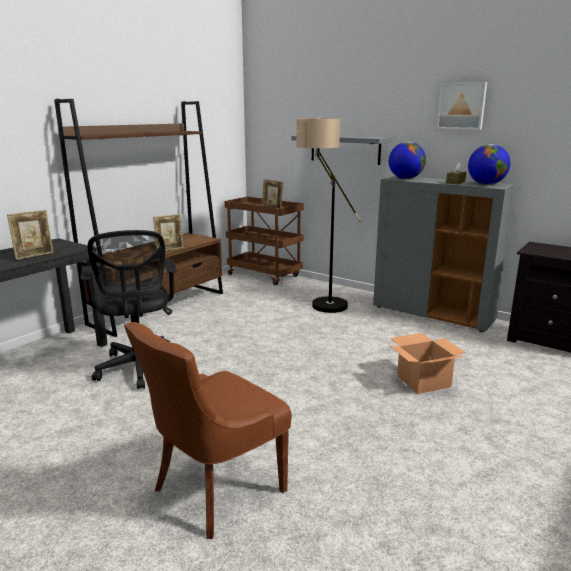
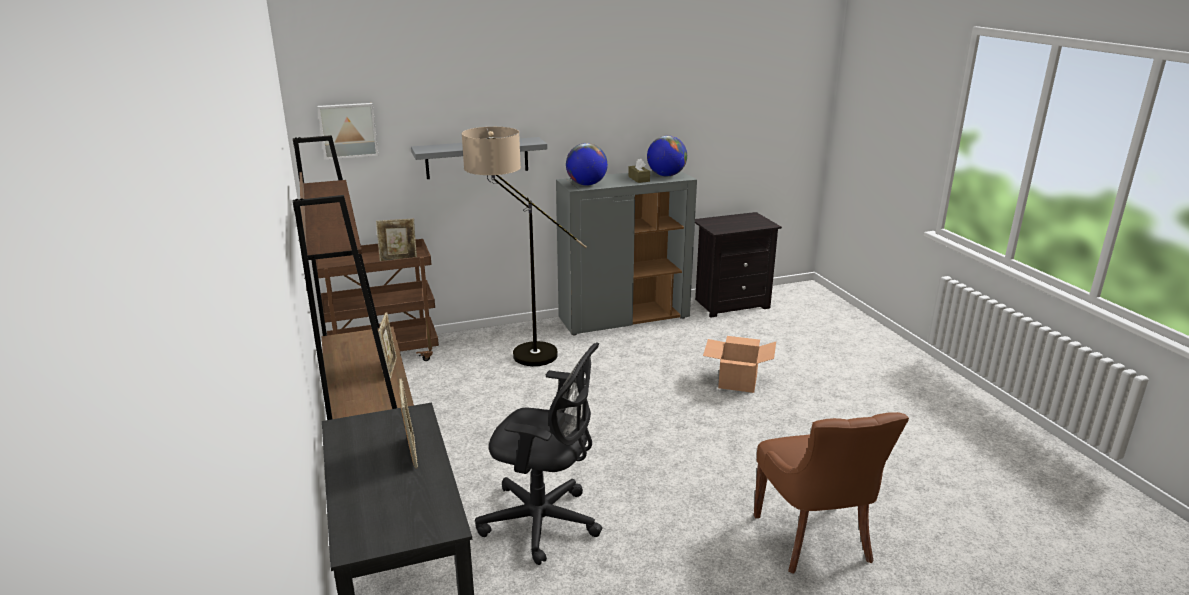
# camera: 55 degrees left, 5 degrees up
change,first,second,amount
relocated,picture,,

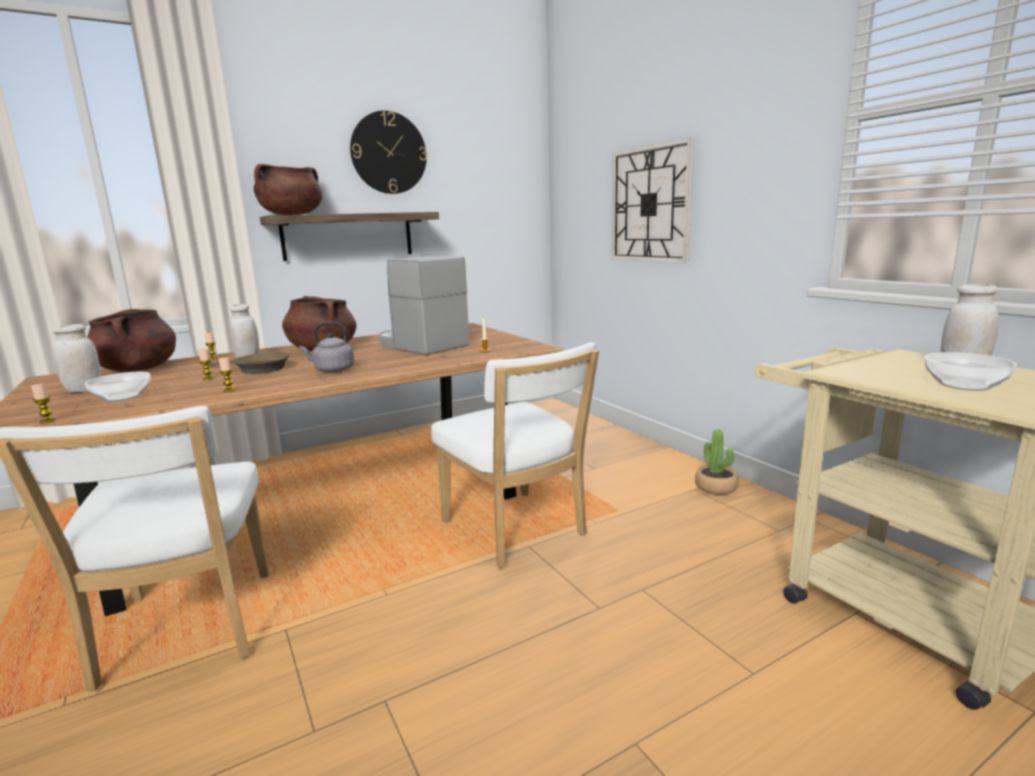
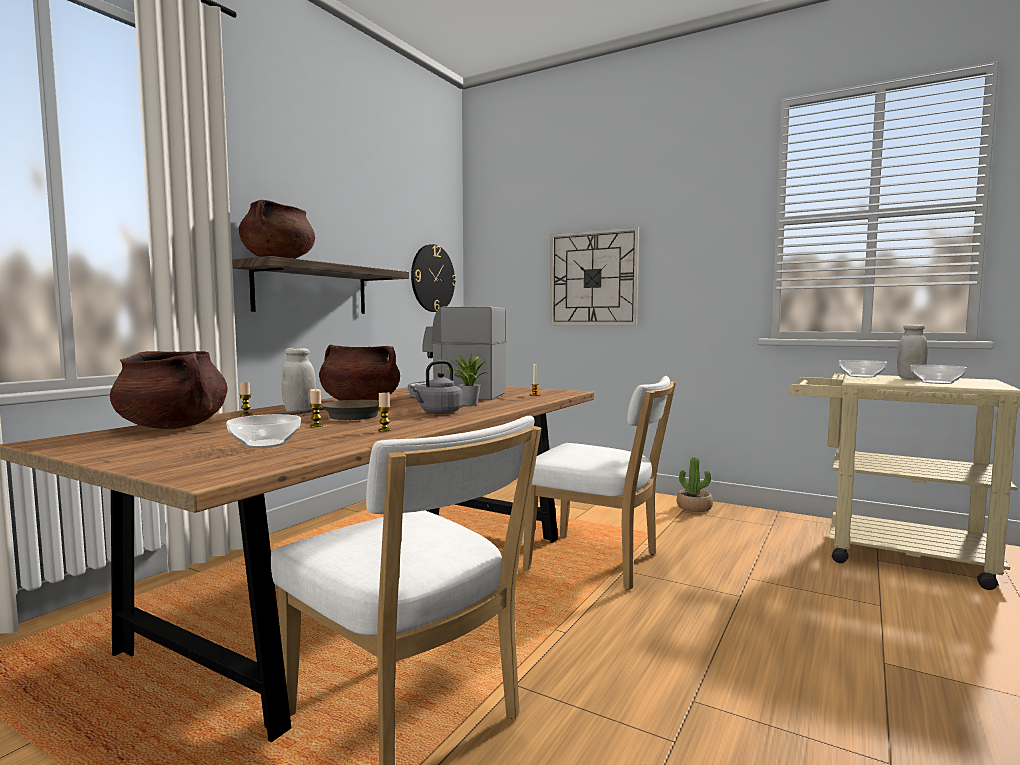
# camera: 30 degrees left, 10 degrees down
change,first,second,amount
missing,candle (no. 1 from left),,
missing,jar/white (no. 1 from left),,
relocated,wall clock (no. 1 from left),,
appeared,,potted plant (no. 1 from left),
appeared,,bowl (no. 2 from left),

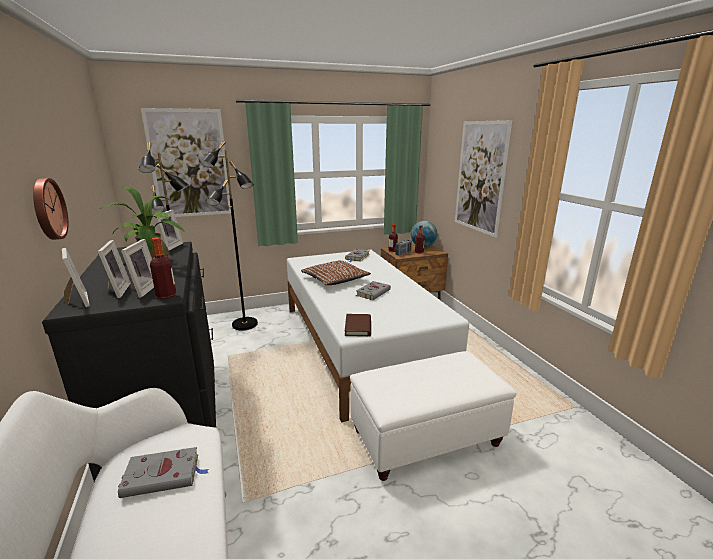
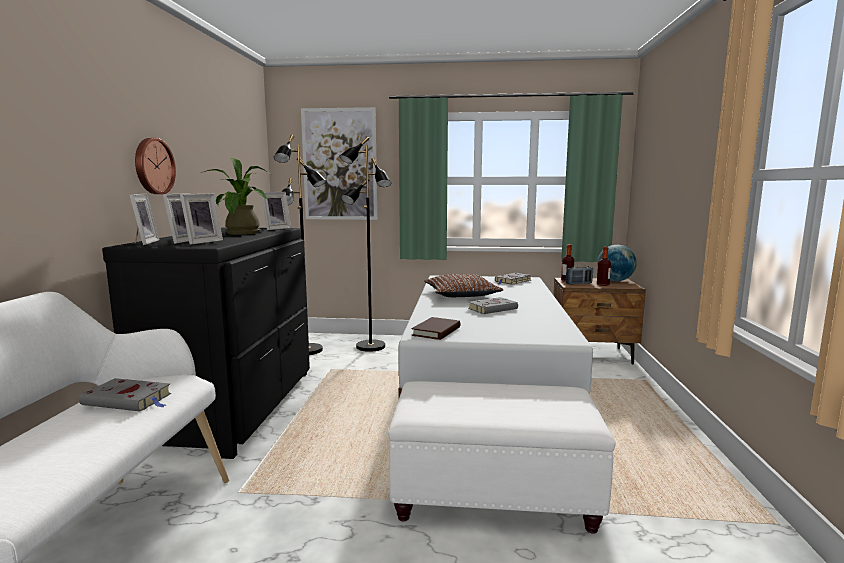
# camera: 25 degrees right, 10 degrees down
change,first,second,amount
missing,bottle (no. 1 from left),,
missing,picture (no. 2 from left),,

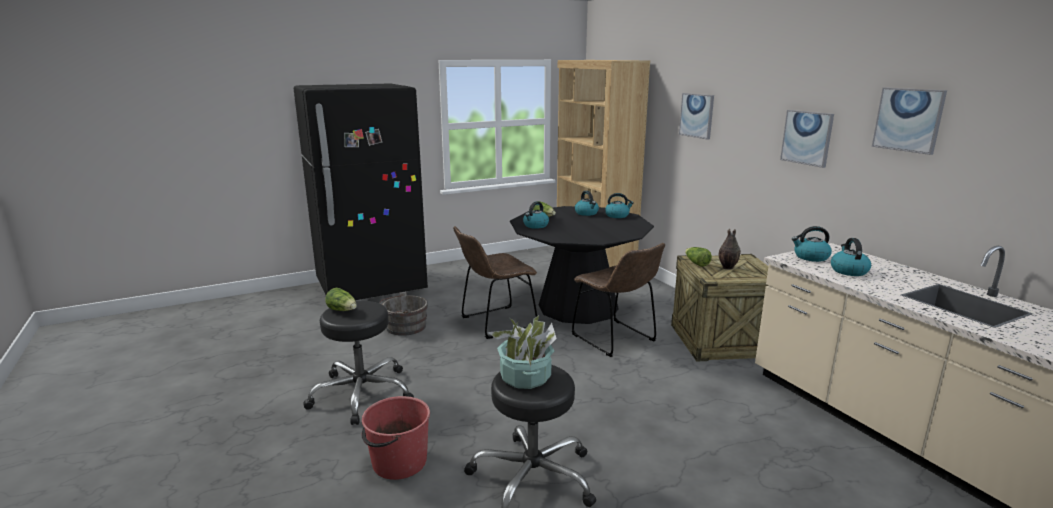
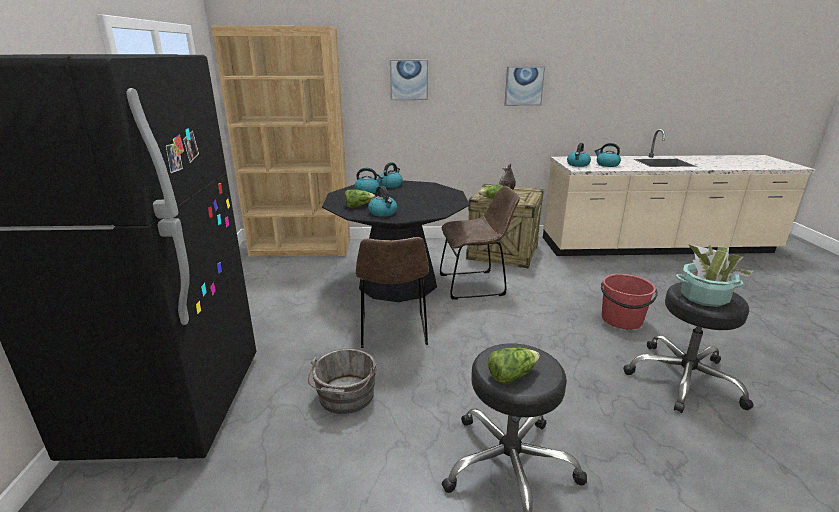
# camera: 65 degrees left, 5 degrees up
change,first,second,amount
relocated,bucket/red,,
missing,picture (no. 3 from left),,

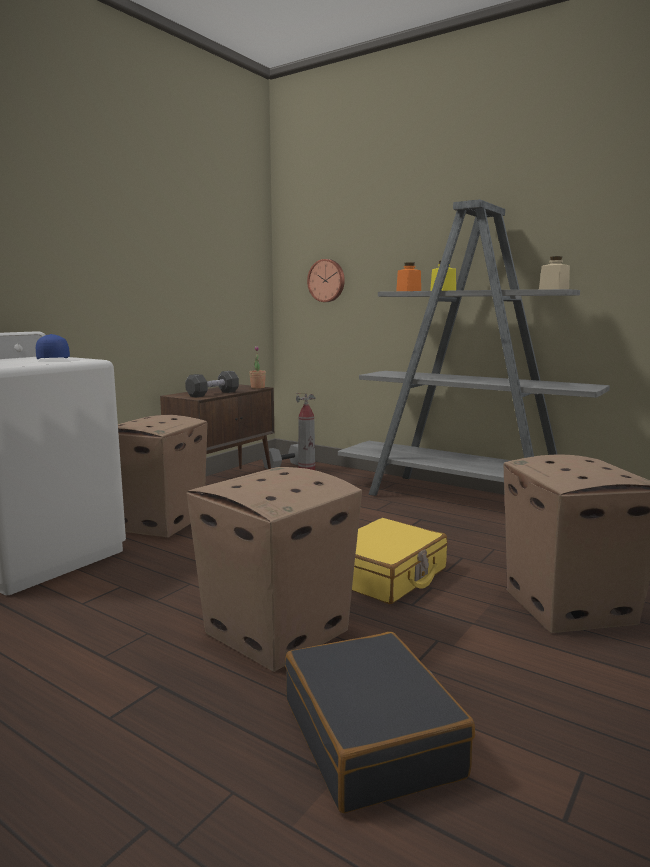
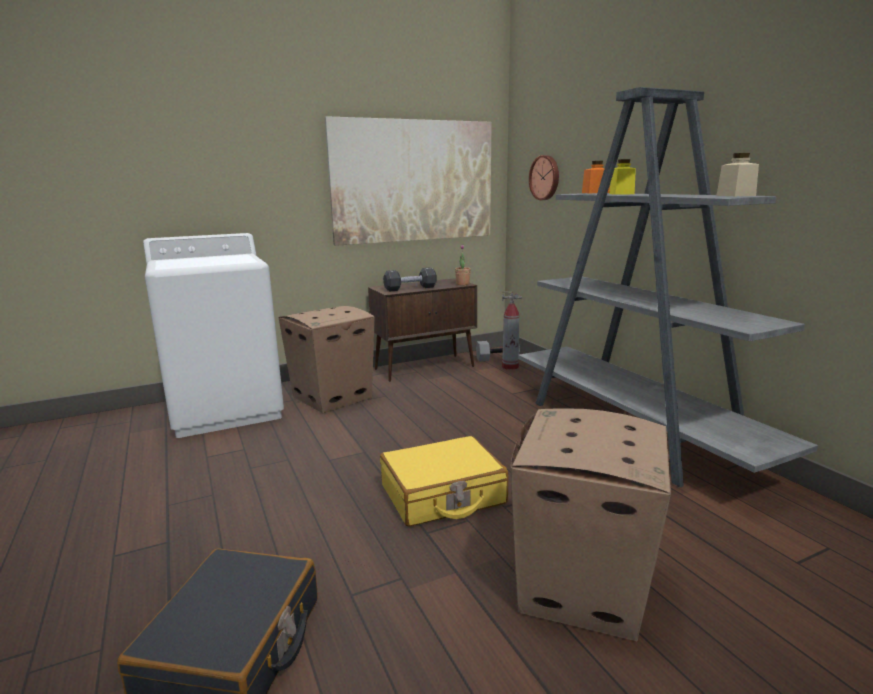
# camera: 30 degrees right, 5 degrees up
change,first,second,amount
missing,cap/blue,,
missing,cardboard box (no. 2 from left),,
appeared,,picture,

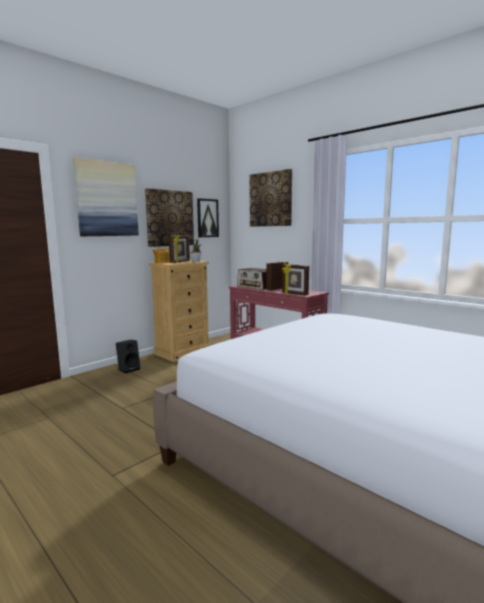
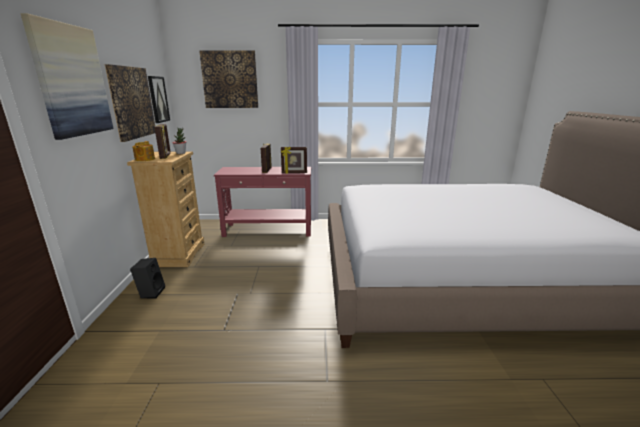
# camera: 45 degrees left, 10 degrees up
change,first,second,amount
missing,radio,,

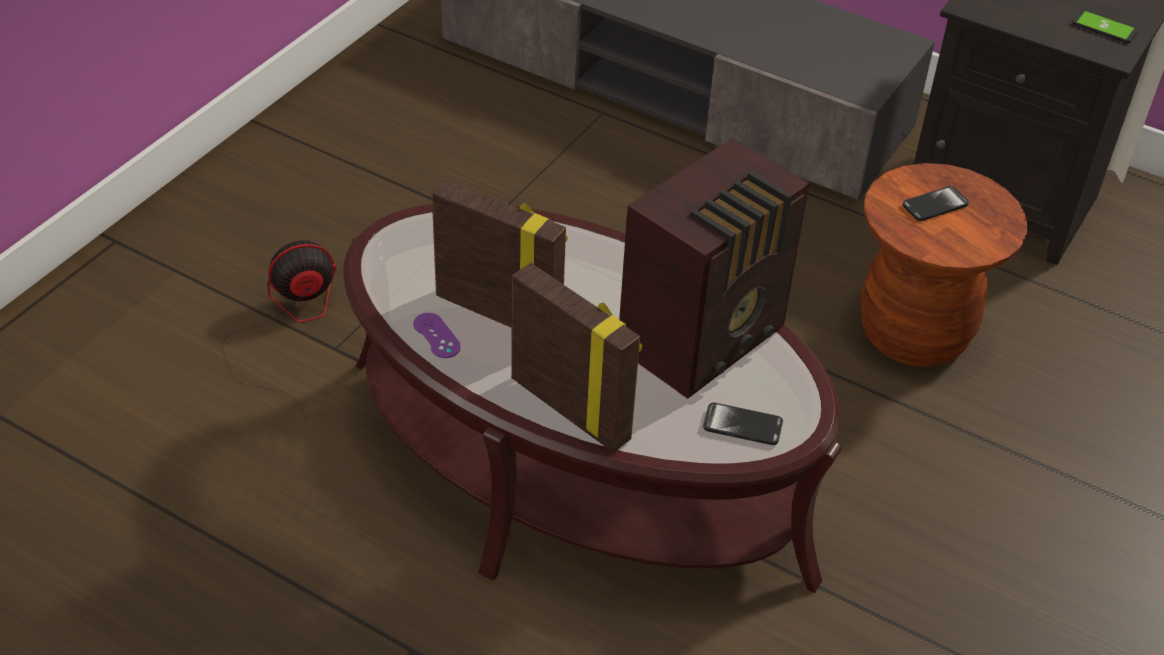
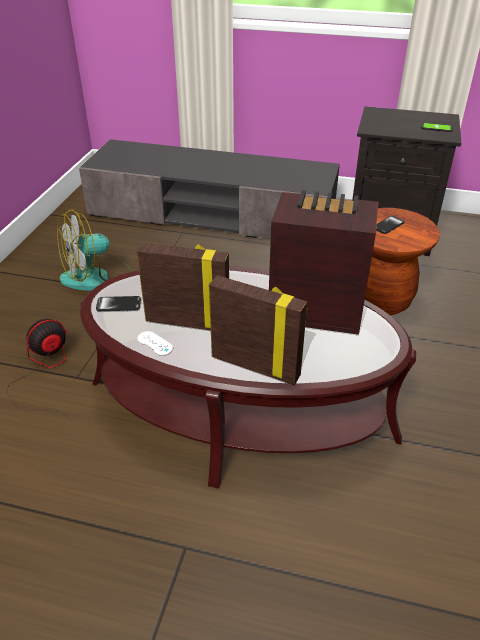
# camera: 15 degrees left, 5 degrees down
change,first,second,amount
colour,game controller/purple,game controller/white,
spun,radio,,105 degrees counterclockwise
relocated,phone (no. 1 from left),,
appeared,,fan (no. 2 from left),

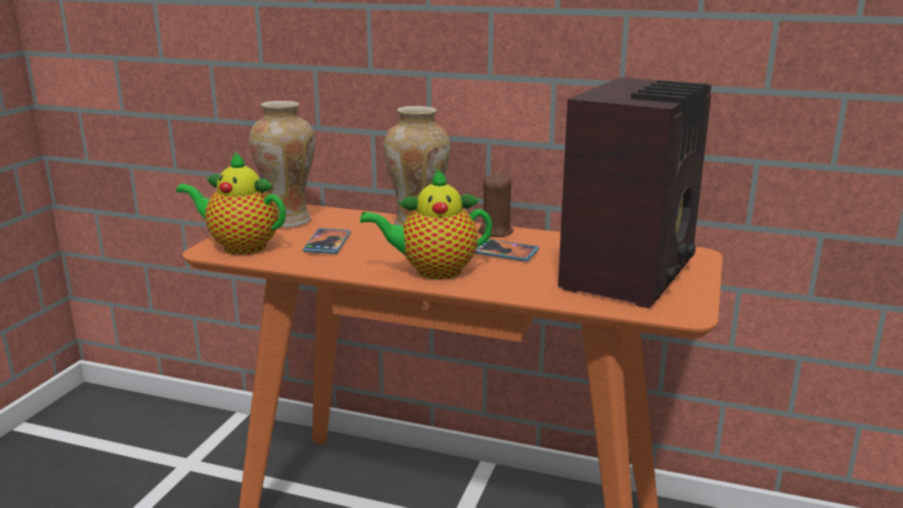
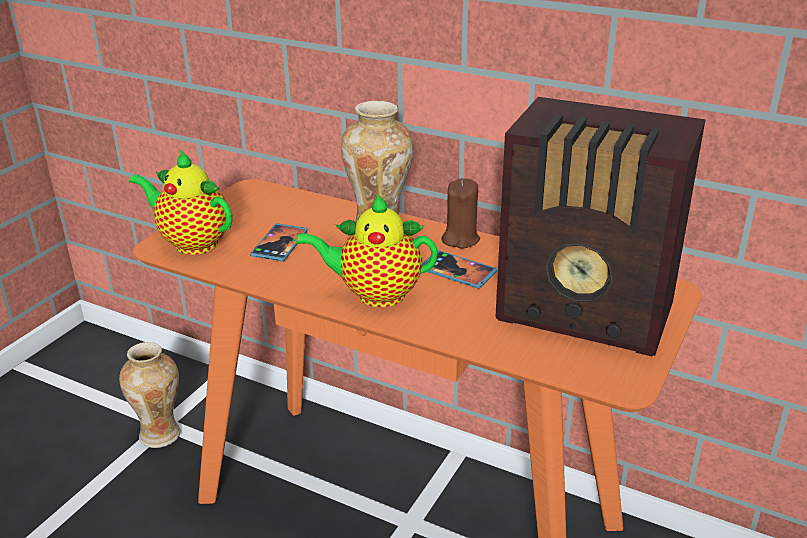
# camera: 10 degrees right, 10 degrees up
change,first,second,amount
relocated,vase (no. 1 from left),,
spun,radio,,75 degrees clockwise

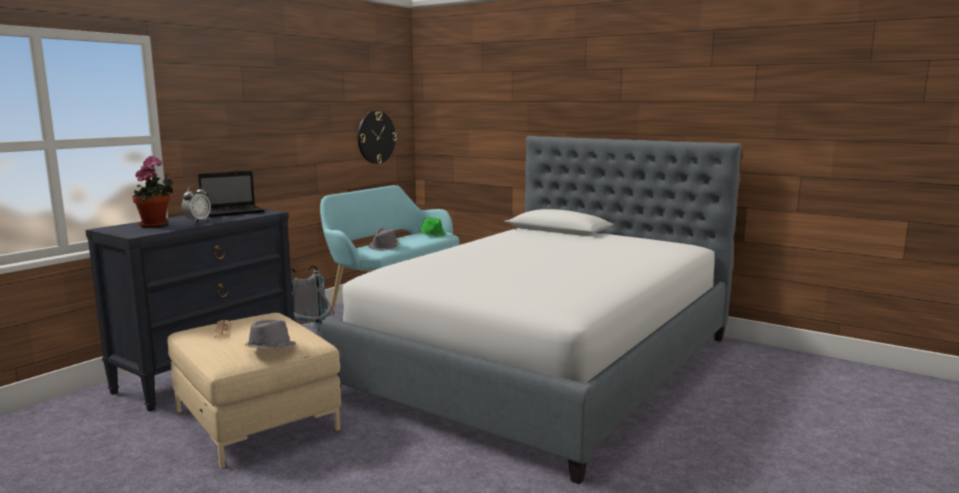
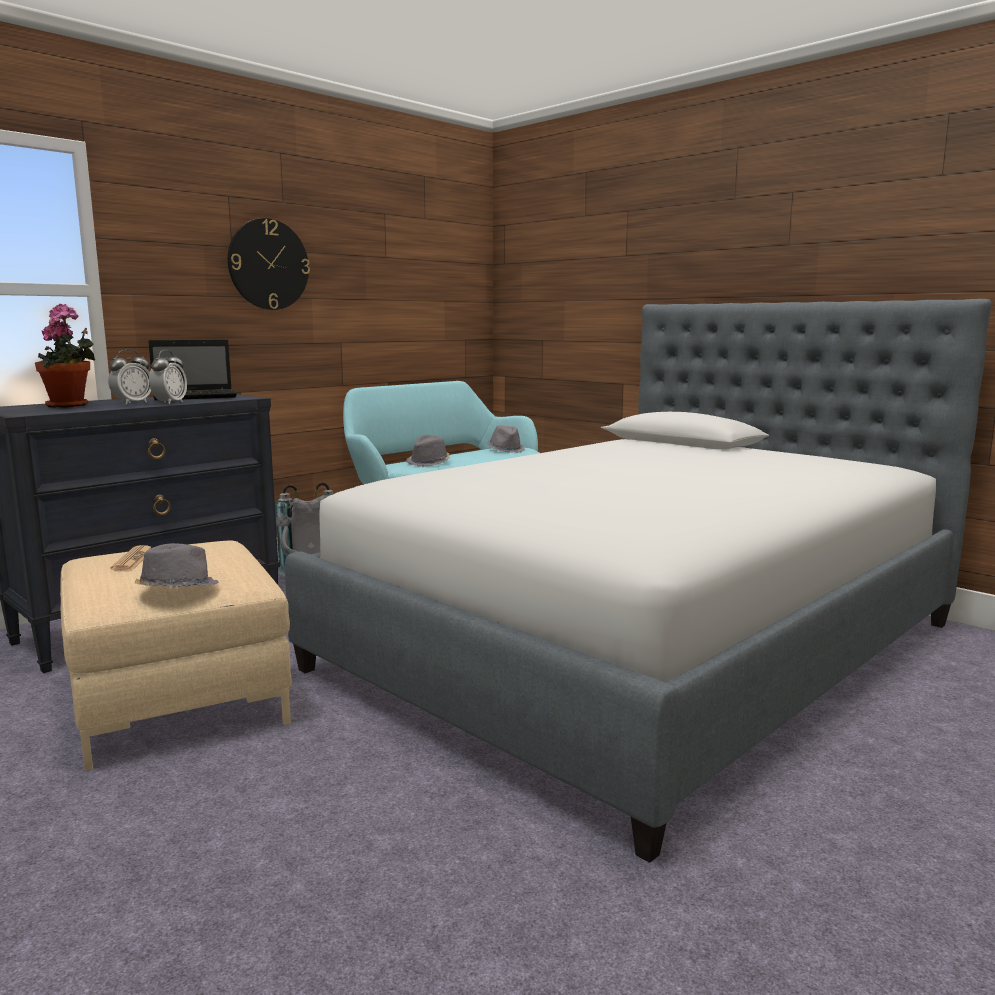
# camera: 10 degrees right, 0 degrees up
change,first,second,amount
relocated,wall clock,,
colour,hat/green,hat/grey (no. 3 from left),
appeared,,alarm clock (no. 2 from left),

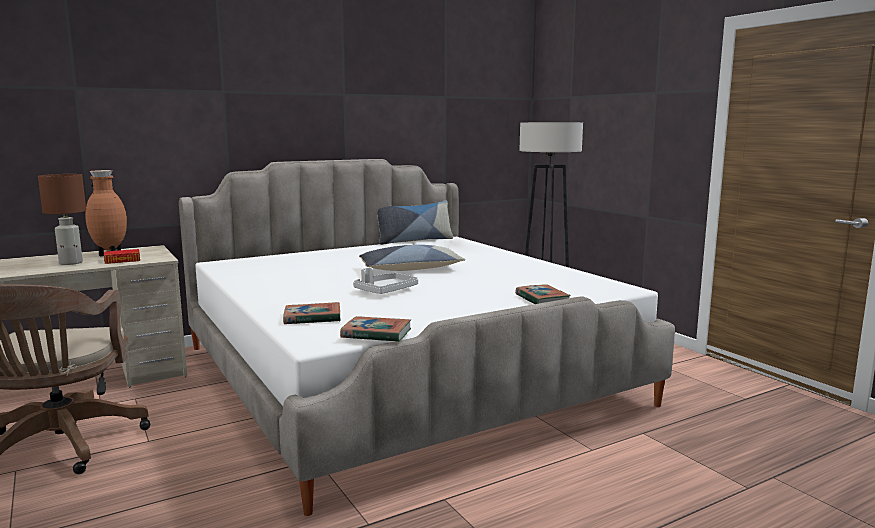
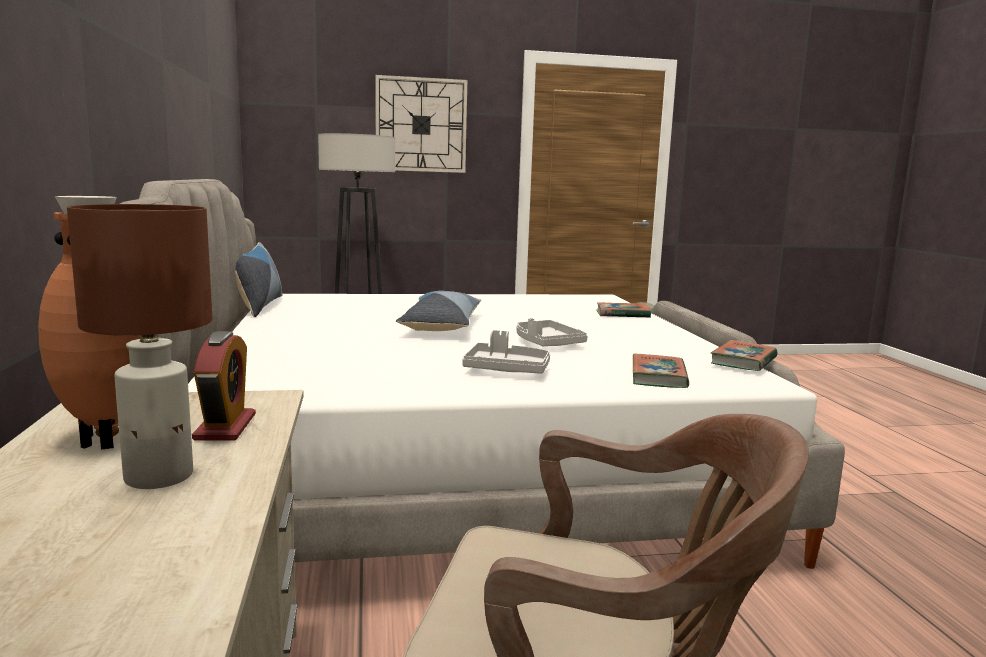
# camera: 70 degrees left, 0 degrees up
change,first,second,amount
exchanged,book (no. 1 from left),alarm clock,
appeared,,wall clock,
appeared,,tray/grey (no. 1 from left),

